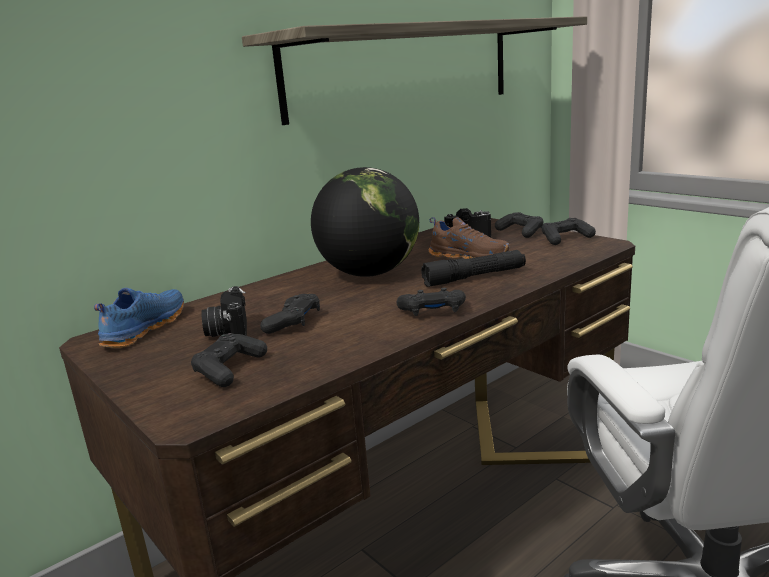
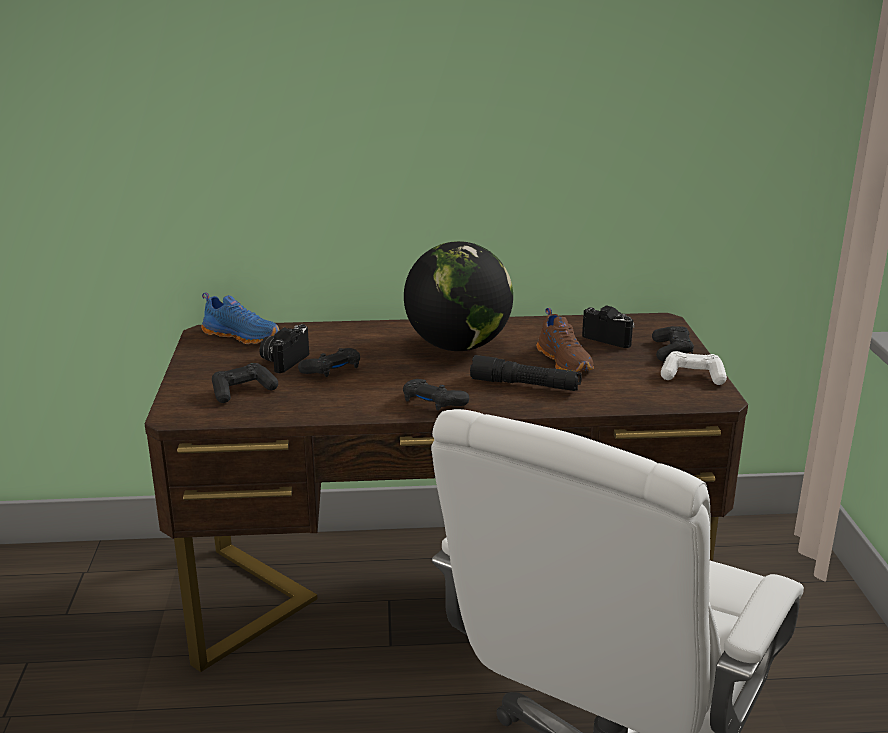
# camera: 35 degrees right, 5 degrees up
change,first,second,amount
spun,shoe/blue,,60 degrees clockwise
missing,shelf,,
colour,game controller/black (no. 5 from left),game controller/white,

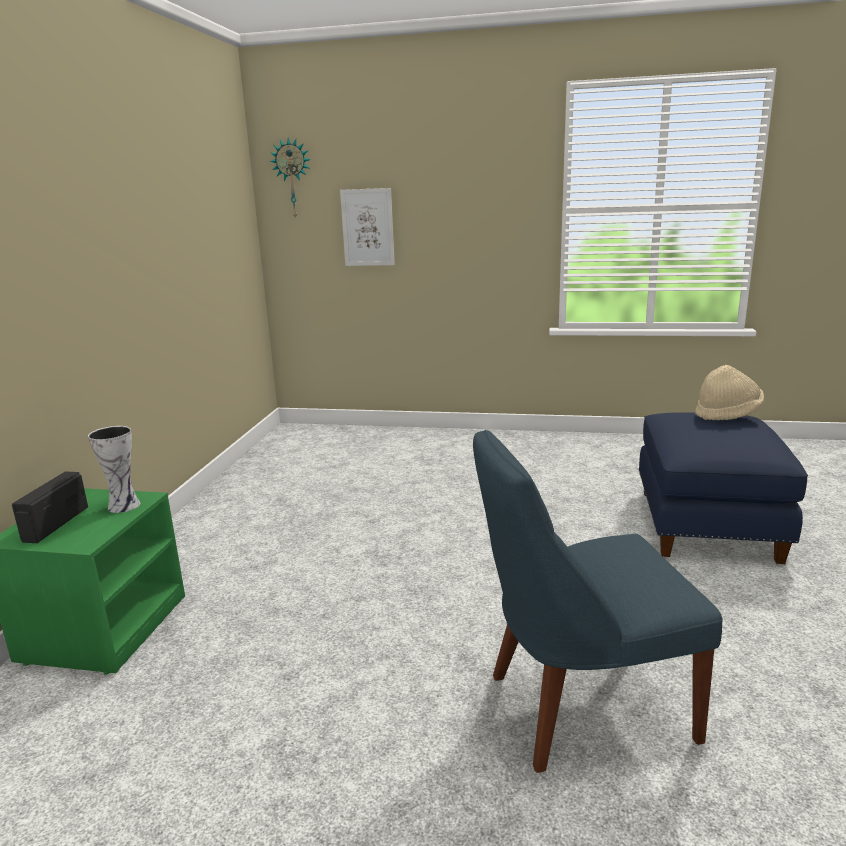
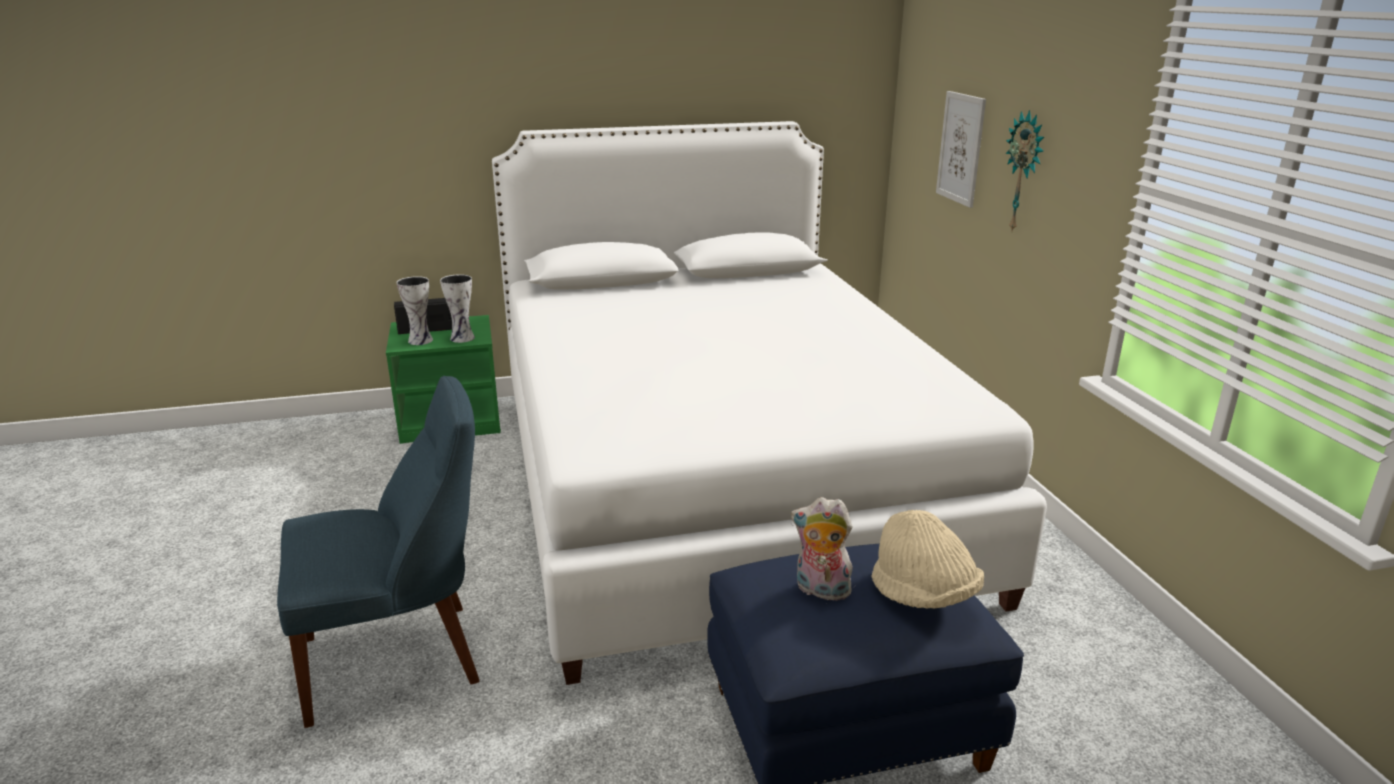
# camera: 65 degrees right, 5 degrees up
change,first,second,amount
relocated,wall clock,,
spun,chair/blue,,105 degrees clockwise
appeared,,vase (no. 1 from left),
appeared,,bed/white,
appeared,,plush toy,

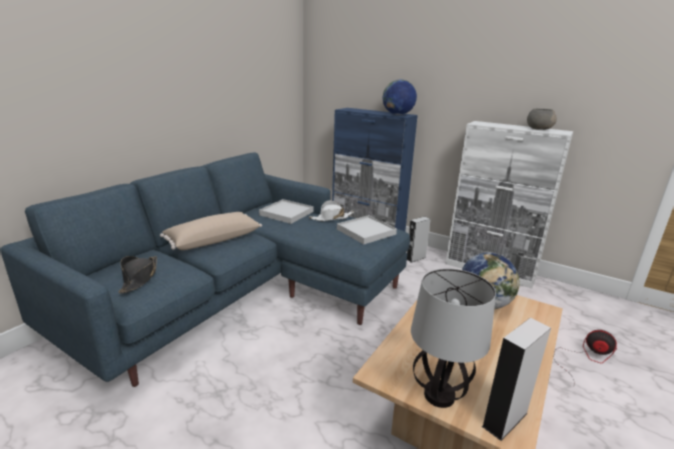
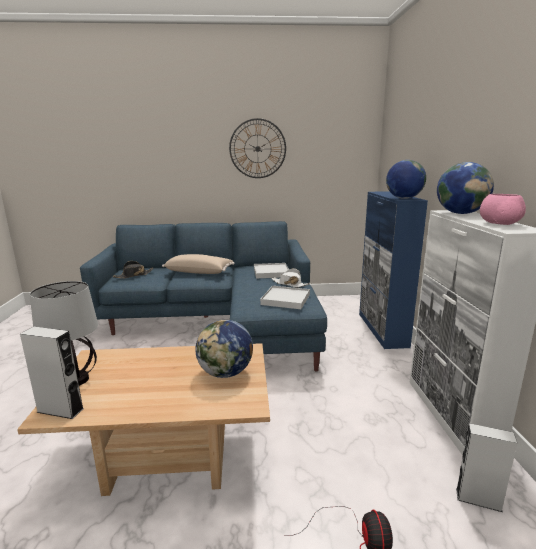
# camera: 55 degrees right, 5 degrees down
change,first,second,amount
relocated,speaker/grey (no. 1 from left in the first image),speaker/grey (no. 2 from left),
colour,bowl/grey,bowl/pink,
appeared,,wall clock,
appeared,,globe (no. 3 from left),

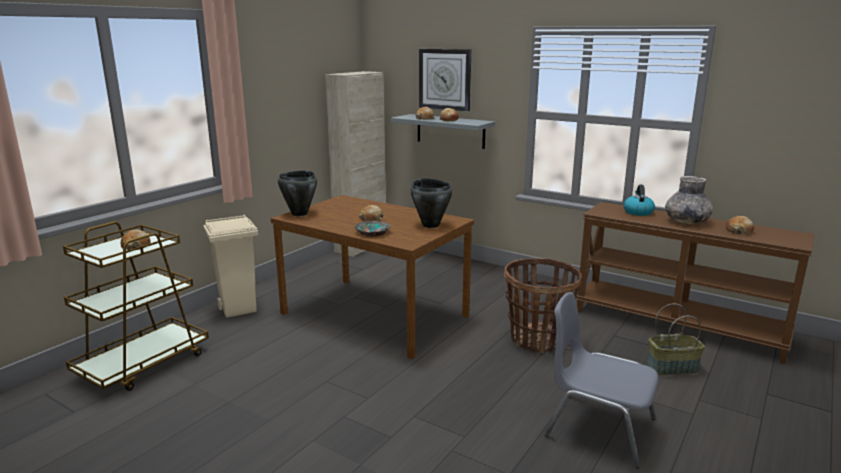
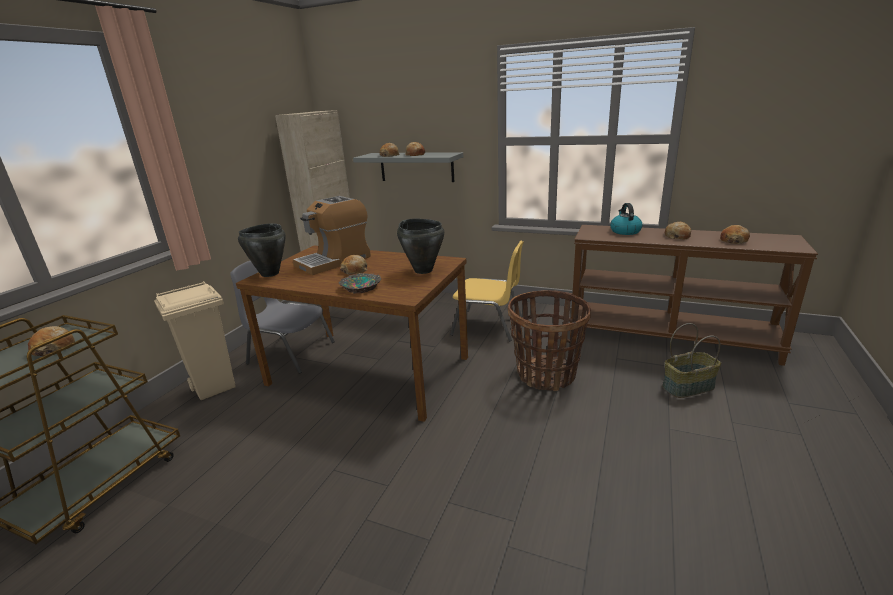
# camera: 10 degrees left, 5 degrees up
change,first,second,amount
missing,wall clock,,
relocated,chair/grey,,
exchanged,vase/grey,bread (no. 5 from left),
appeared,,coffee machine,
appeared,,chair/yellow,

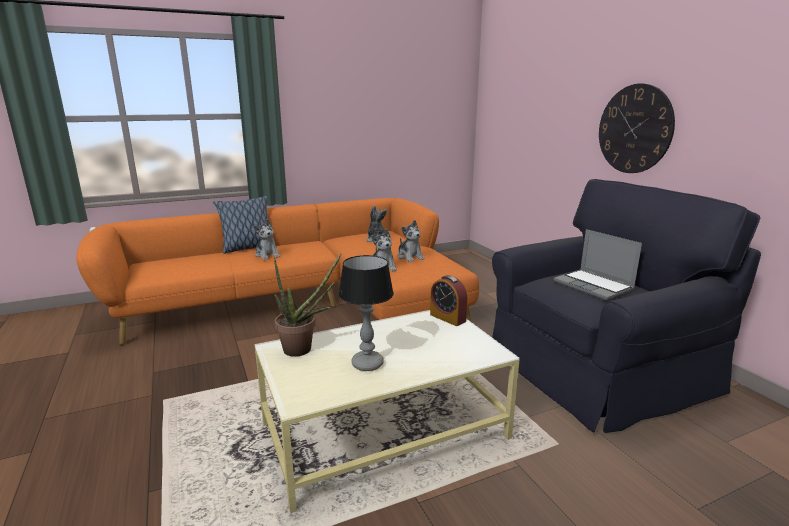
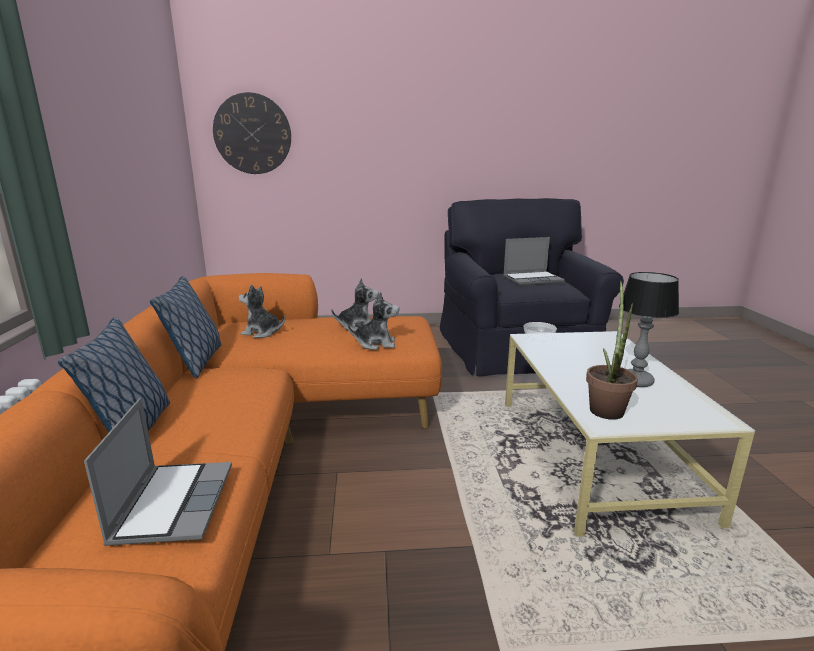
# camera: 70 degrees left, 0 degrees up
change,first,second,amount
missing,plush toy (no. 1 from left),,
exchanged,alarm clock,bowl,
relocated,wall clock,,
appeared,,laptop (no. 1 from left),
appeared,,pillow (no. 2 from left),

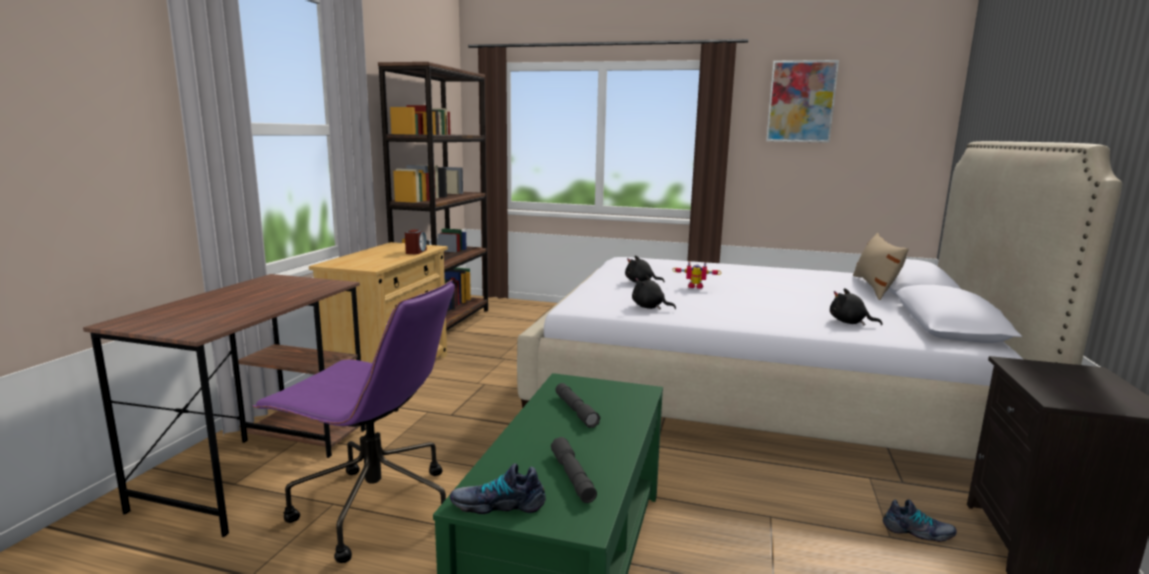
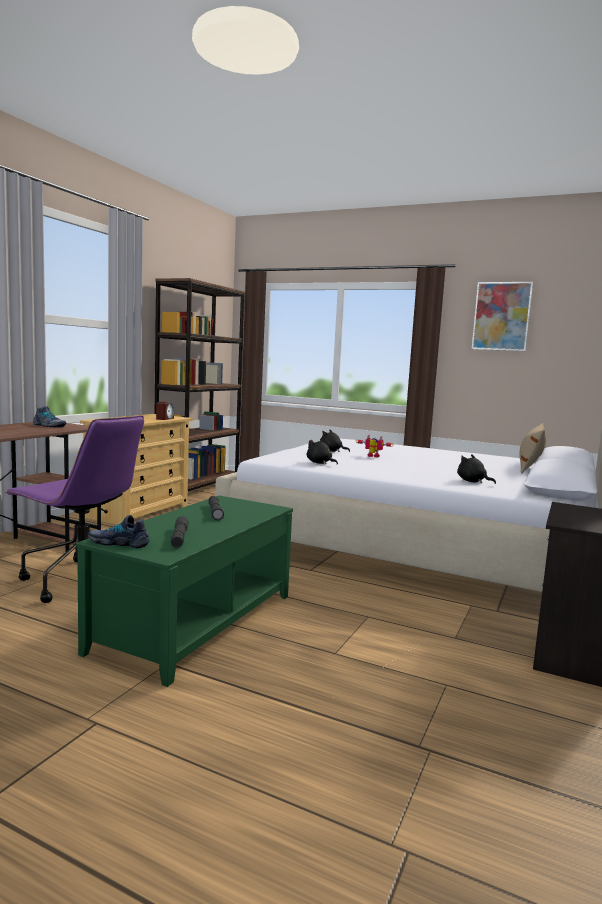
# camera: 10 degrees right, 5 degrees down
change,first,second,amount
relocated,shoe (no. 2 from left in the first image),shoe (no. 1 from left),

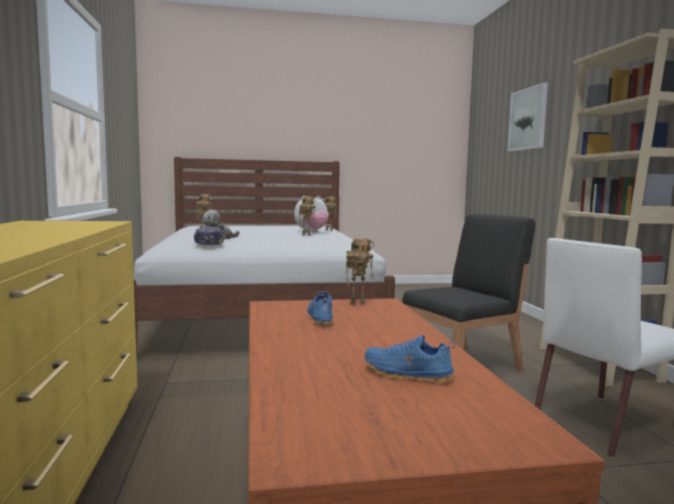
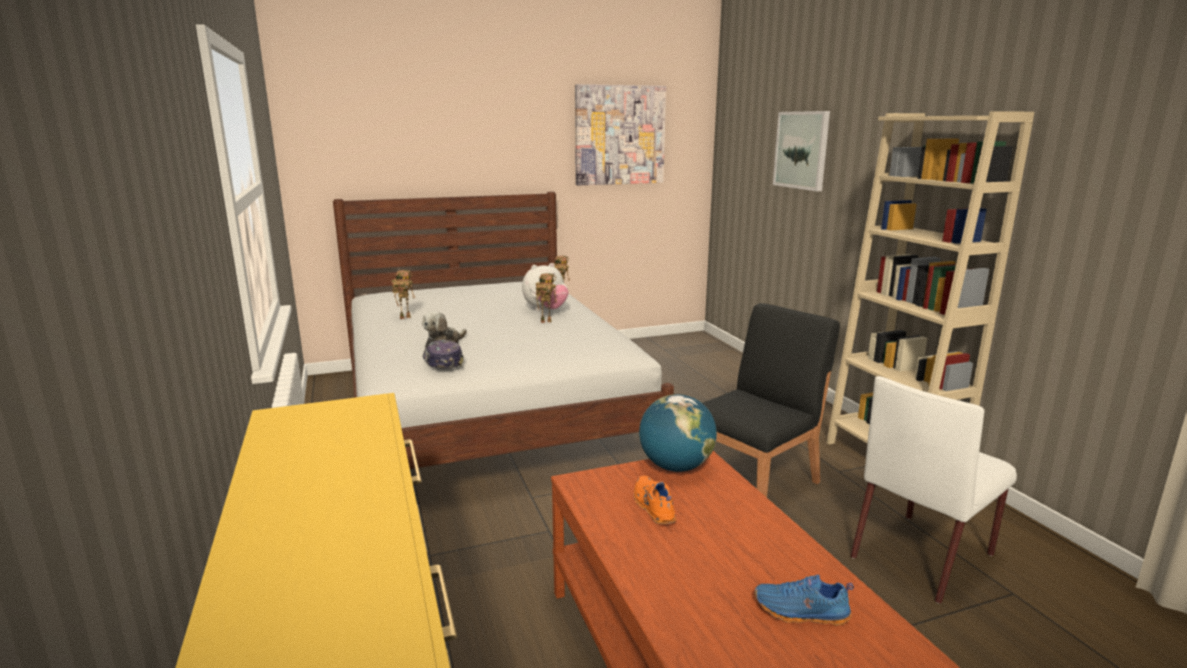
# camera: 10 degrees left, 10 degrees up
change,first,second,amount
colour,shoe/blue (no. 1 from left),shoe/orange,
exchanged,toy robot (no. 4 from left),globe,
appeared,,picture (no. 1 from left),

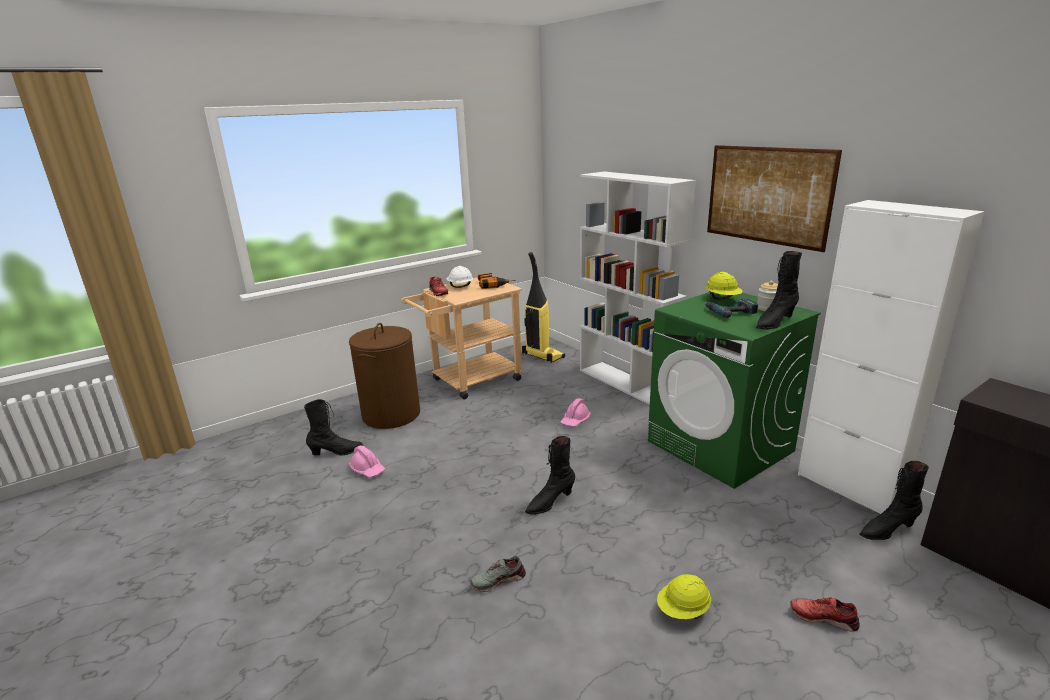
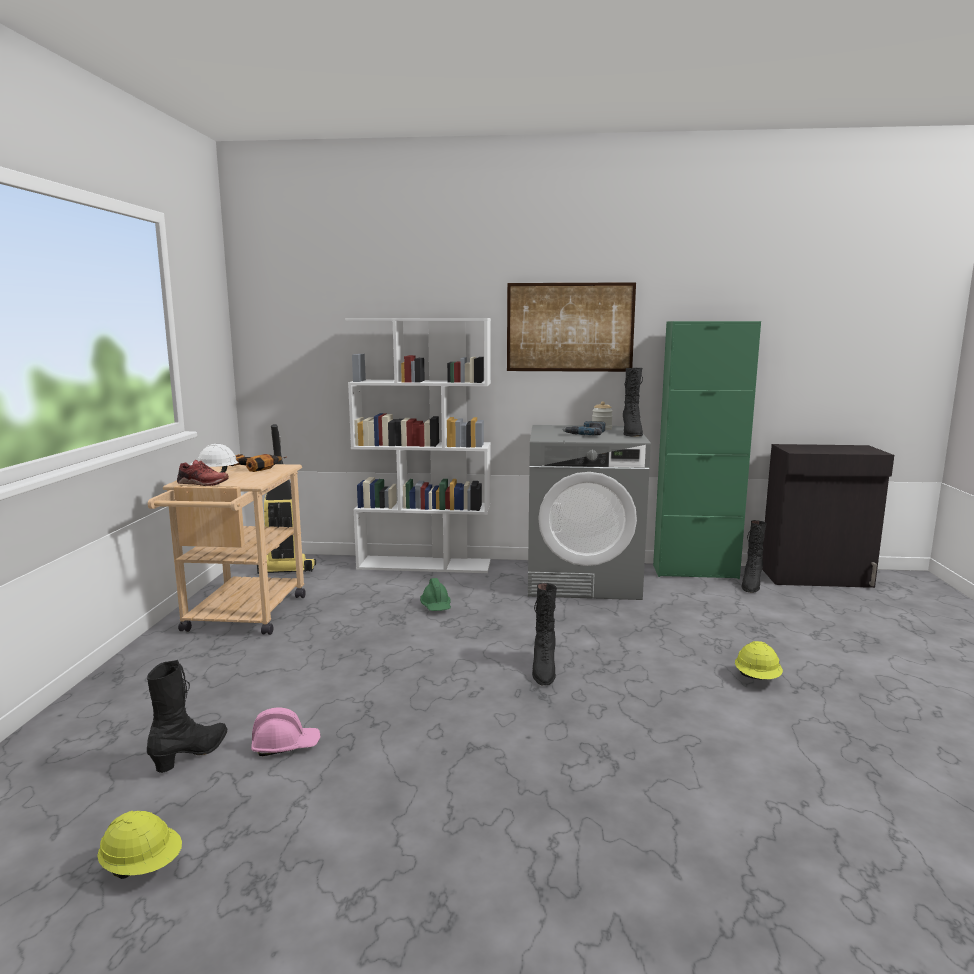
# camera: 50 degrees left, 10 degrees down
change,first,second,amount
missing,laundry basket/brown,,
missing,shoe/grey,,
colour,hard hat/pink (no. 2 from left),hard hat/green,
colour,washing machine/green,washing machine/grey,
relocated,hard hat/yellow (no. 2 from left in the first image),hard hat/yellow (no. 1 from left),
missing,shoe/red (no. 2 from left),,
colour,cabinet/white,cabinet/green,

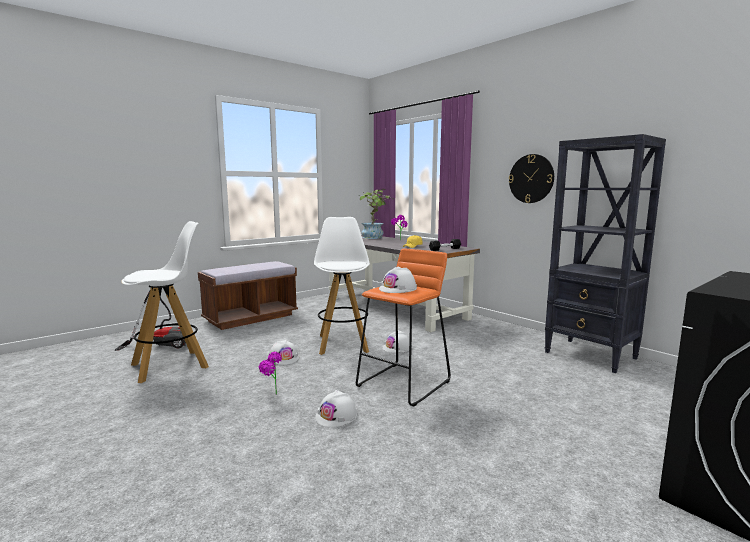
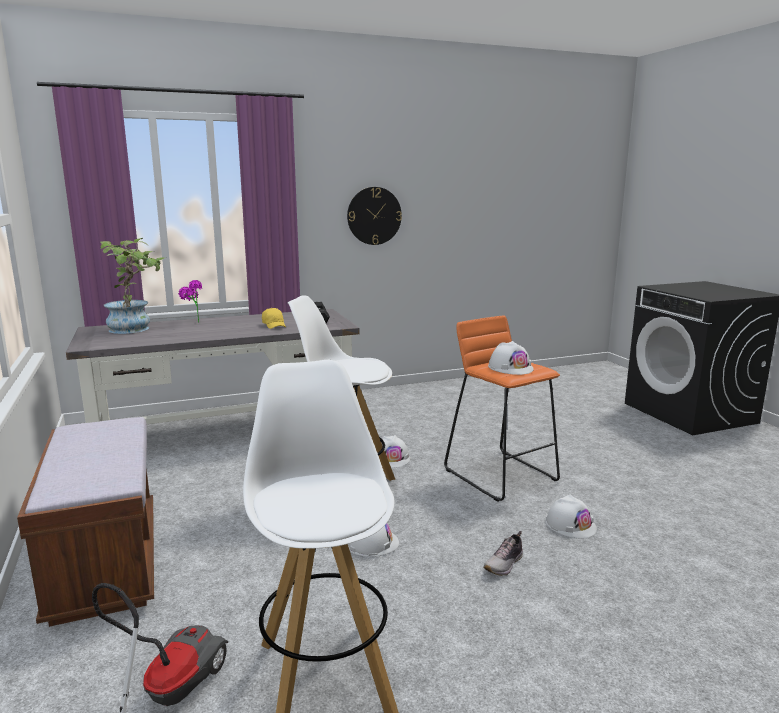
# camera: 70 degrees left, 5 degrees up
change,first,second,amount
exchanged,potted plant (no. 1 from left),shoe,
missing,bookcase/black,,

